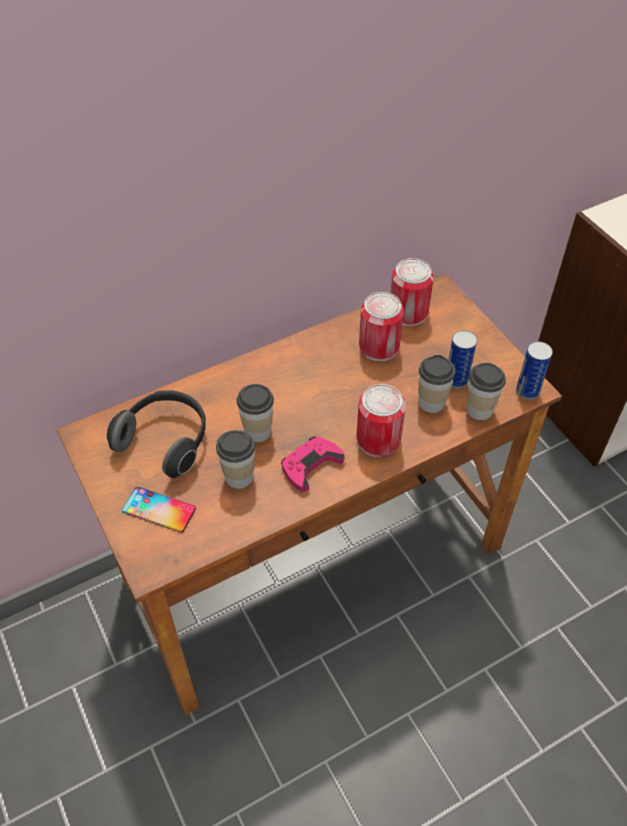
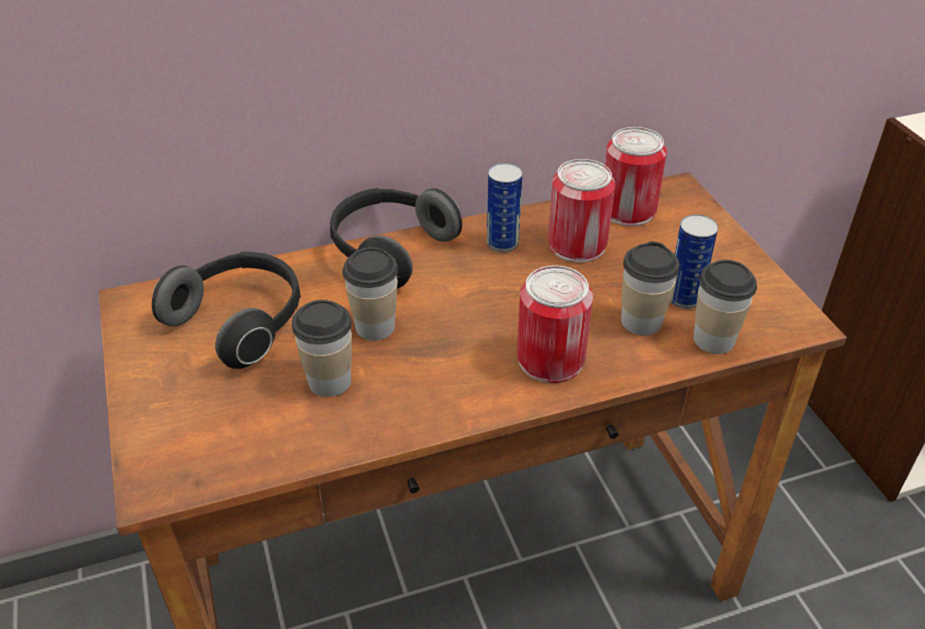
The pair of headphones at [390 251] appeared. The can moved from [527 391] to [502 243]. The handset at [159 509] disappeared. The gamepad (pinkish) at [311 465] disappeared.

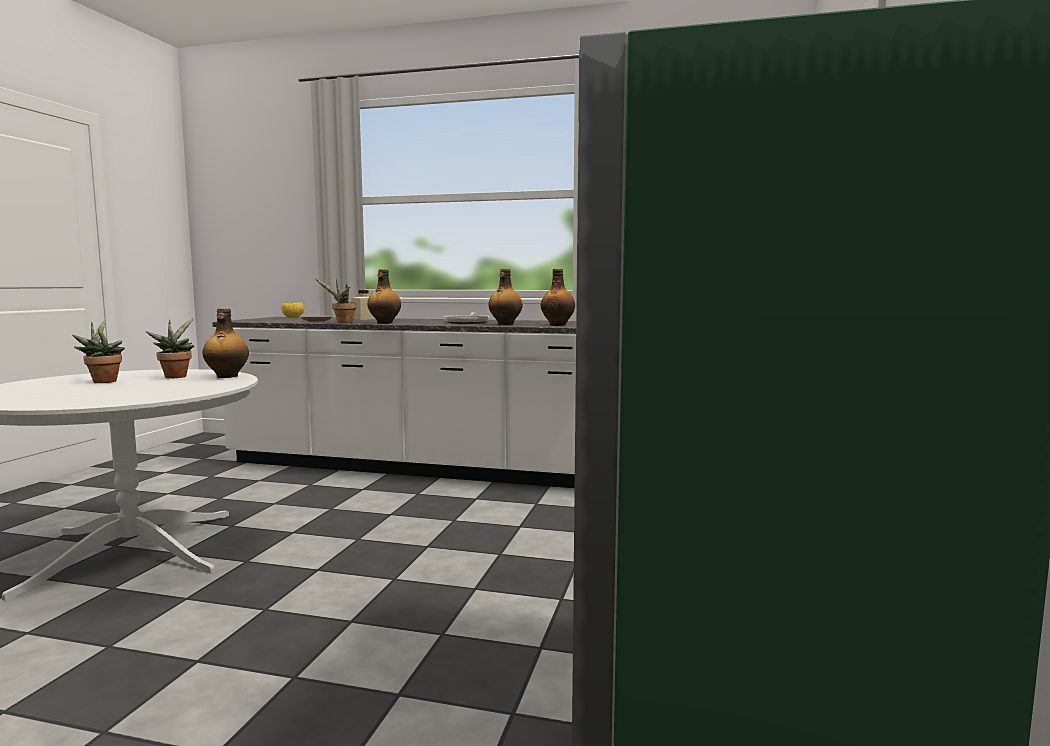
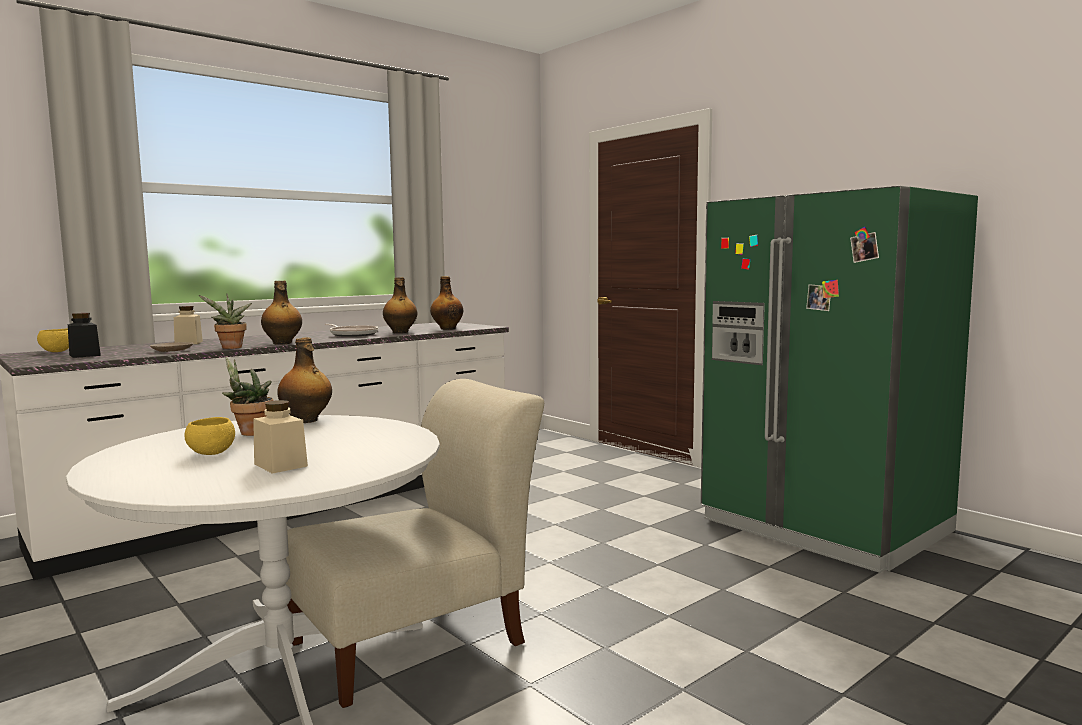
The storage jar (black-coloured) at [84 355] appeared. The potted plant at [103 381] was replaced by the bowl (yellow-coloured) at [211 453]. The storage jar (sand-coloured) at [280 465] appeared. The plain chair (sand-coloured) at [417 640] appeared.

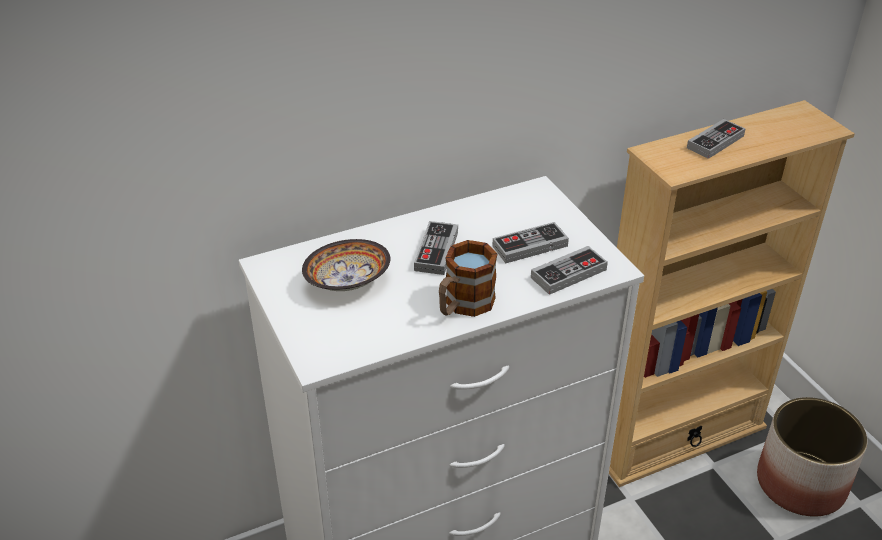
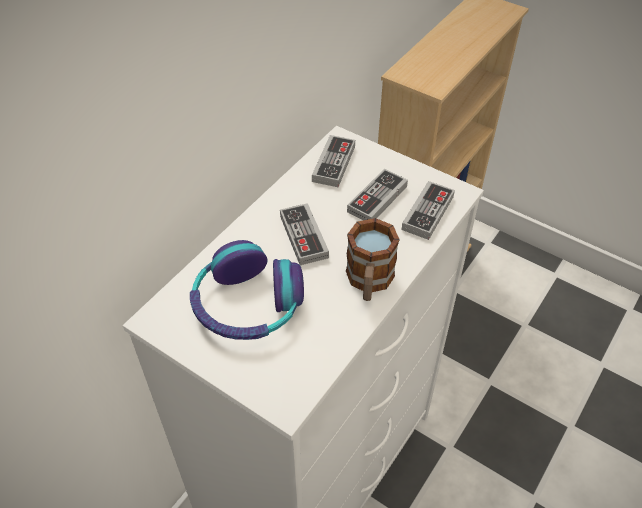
The bowl at [345 282] was replaced by the pair of headphones at [247 304]. The gamepad moved from [715 142] to [333 164]. The flower pot at [799 483] disappeared.

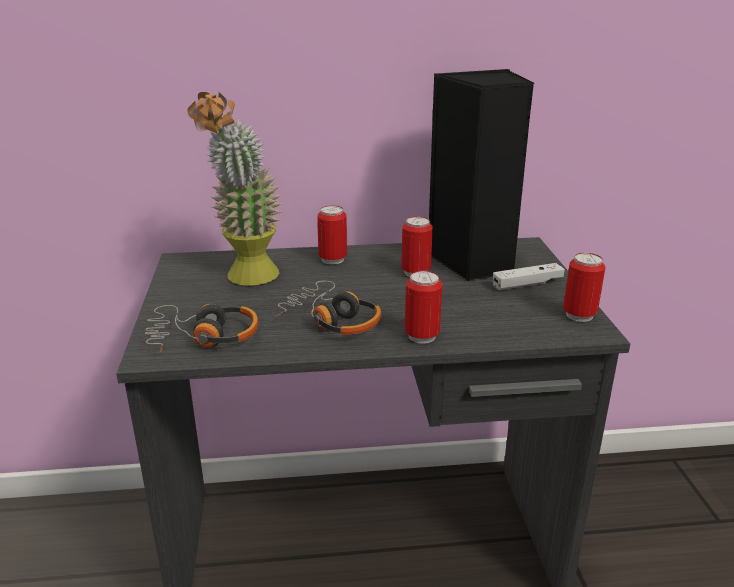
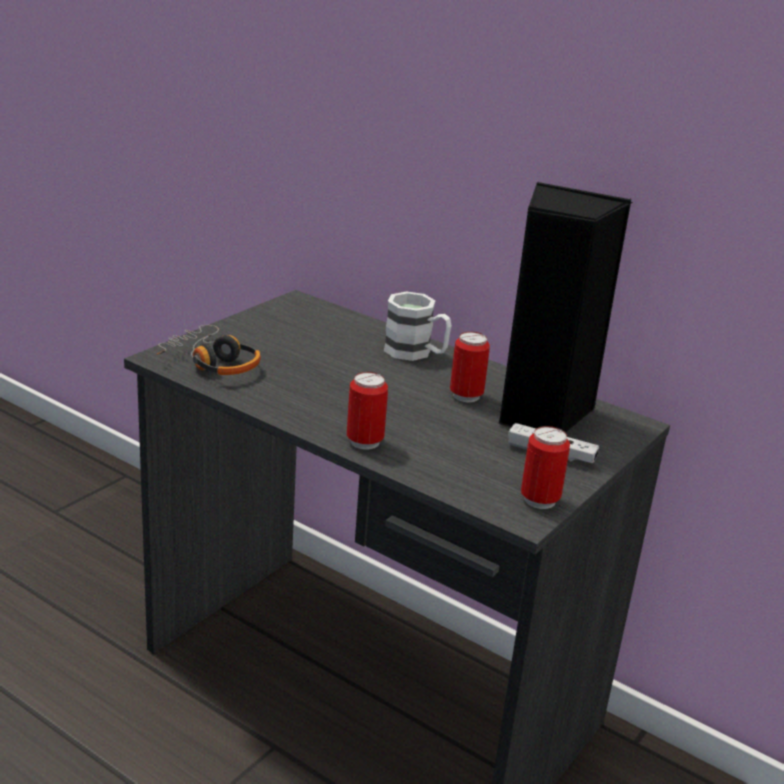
The can at [332 260] was replaced by the tea mug (white) at [416 353]. The potted plant at [247 280] disappeared. The pair of headphones at [331 320] disappeared.

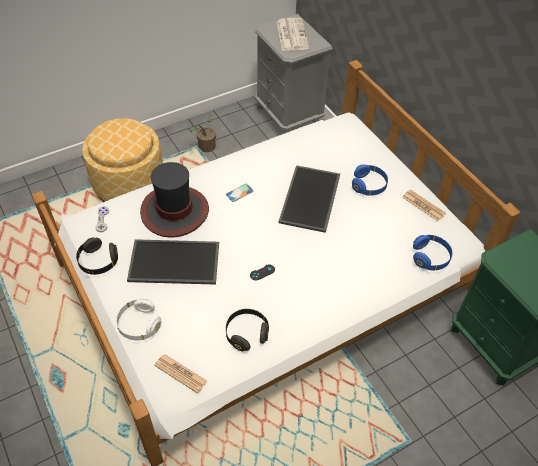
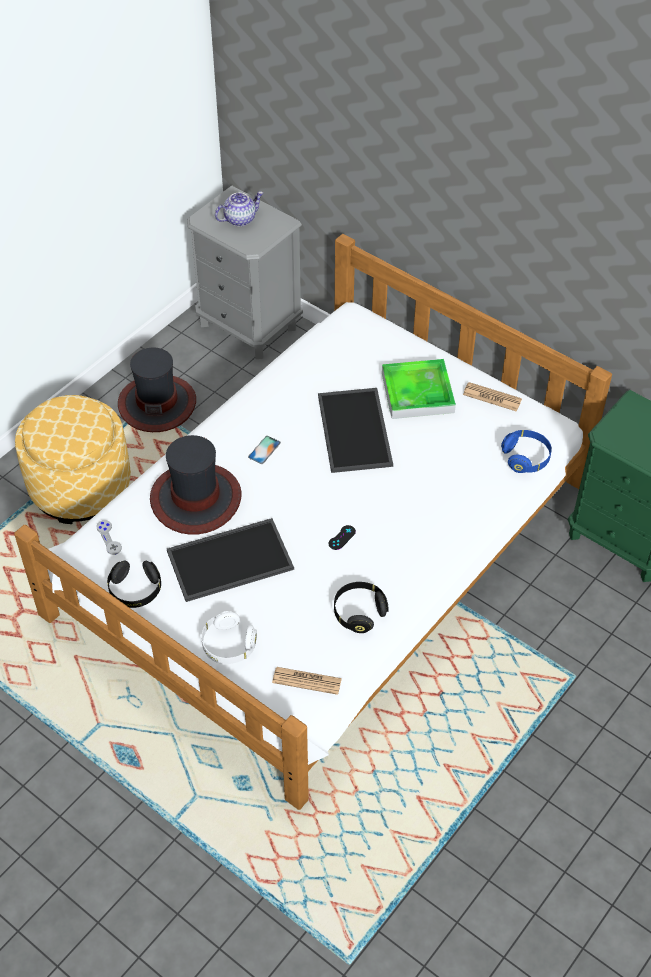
The potted plant at [205 147] was replaced by the hat at [157 403]. The daily paper at [291 34] was replaced by the pot for tea at [240 219]. The pair of headphones (blue) at [368 186] was replaced by the serving tray at [417 392].

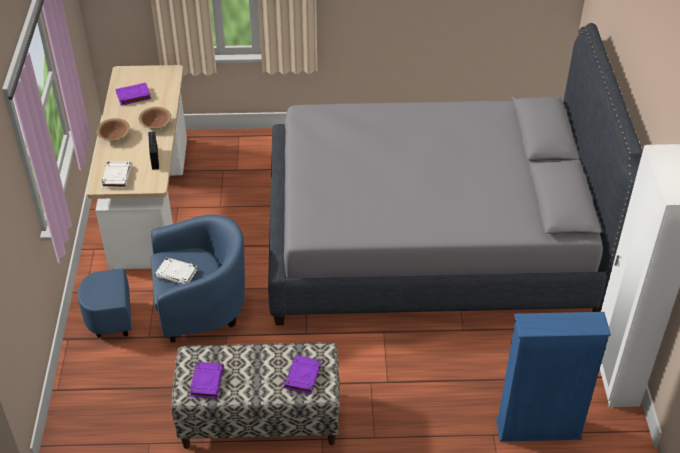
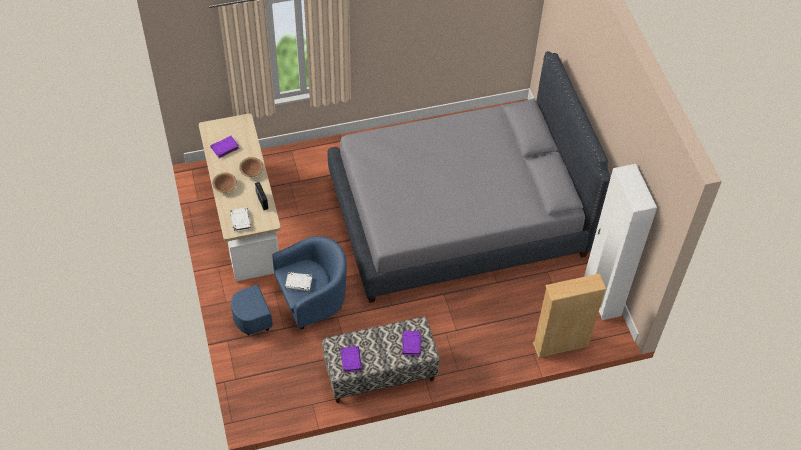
The shelving unit (blue) at [538 429] became the shelving unit (sand-coloured) at [561 344].

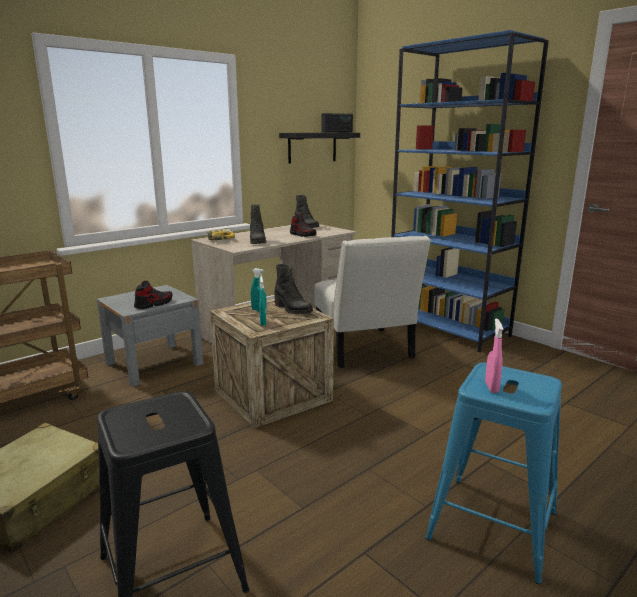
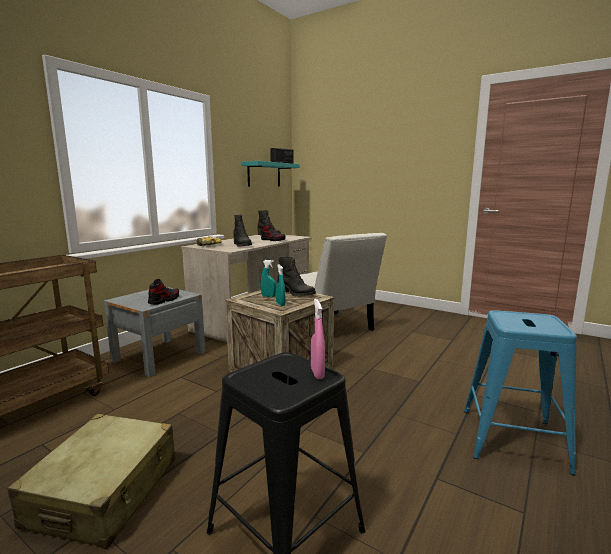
The shelf (black-coloured) at [312 147] became the shelf (turquoise) at [264 174]. The sprayer (pinkish) moved from [491 387] to [317 373]. The shelving unit (blue) at [448 328] disappeared.

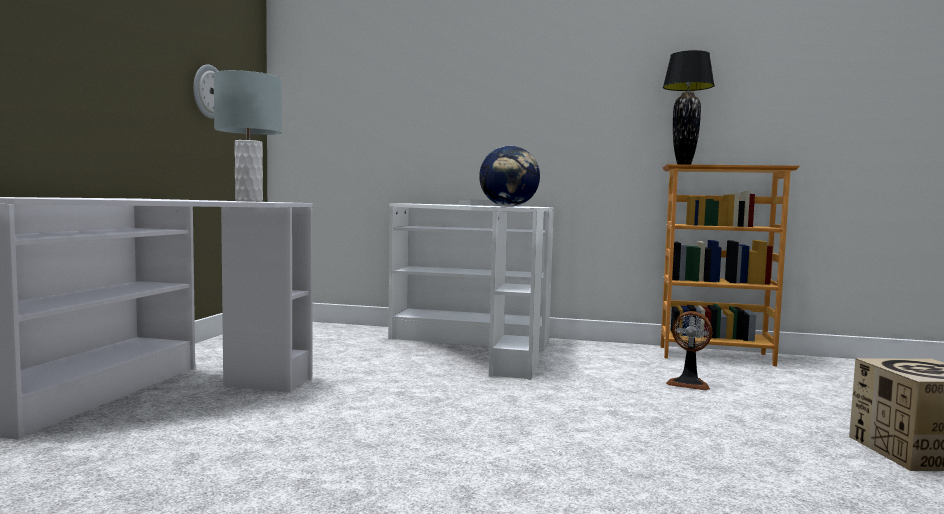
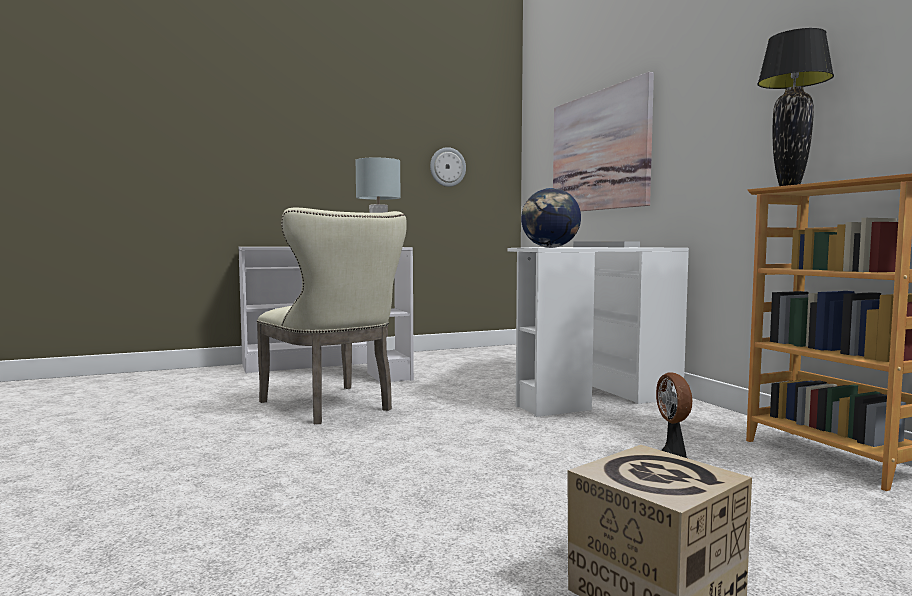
The plain chair (sand-coloured) at [333 406] appeared. The picture at [599 151] appeared.

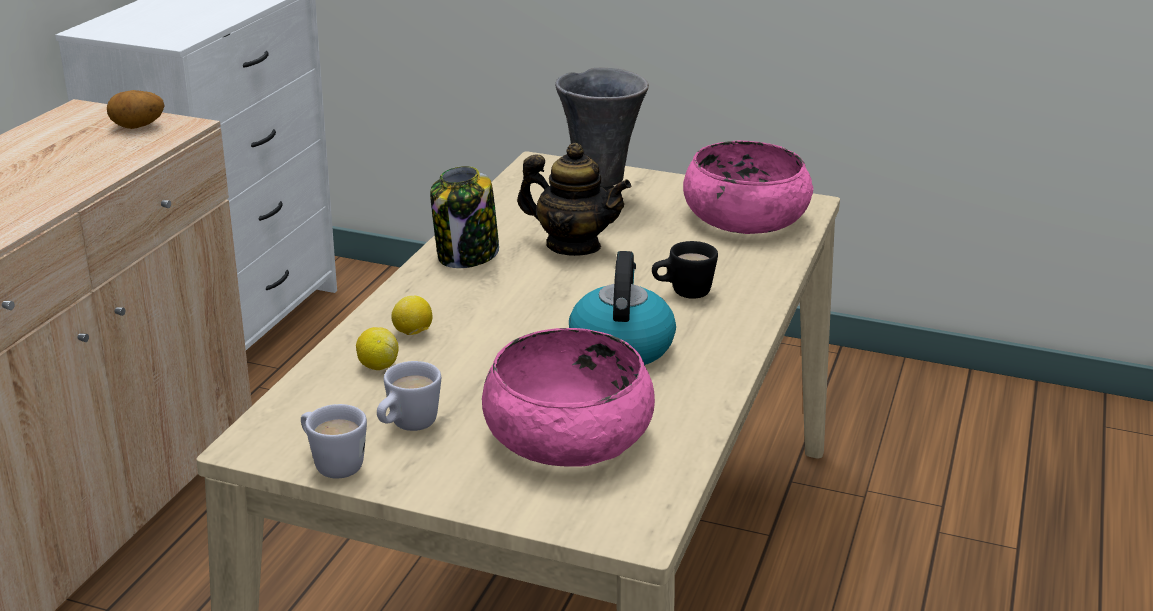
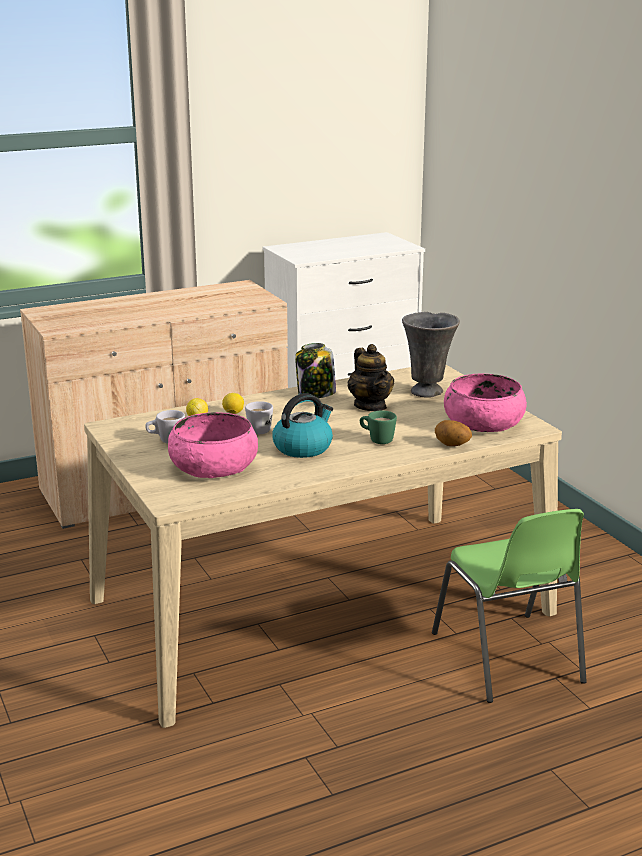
The tea mug (white) moved from [332 463] to [259 429]. The tea mug (black-coloured) at [682 293] became the tea mug (green-coloured) at [377 440]. The plain chair (green-coloured) at [508 659] appeared. The potato moved from [137 127] to [452 445].

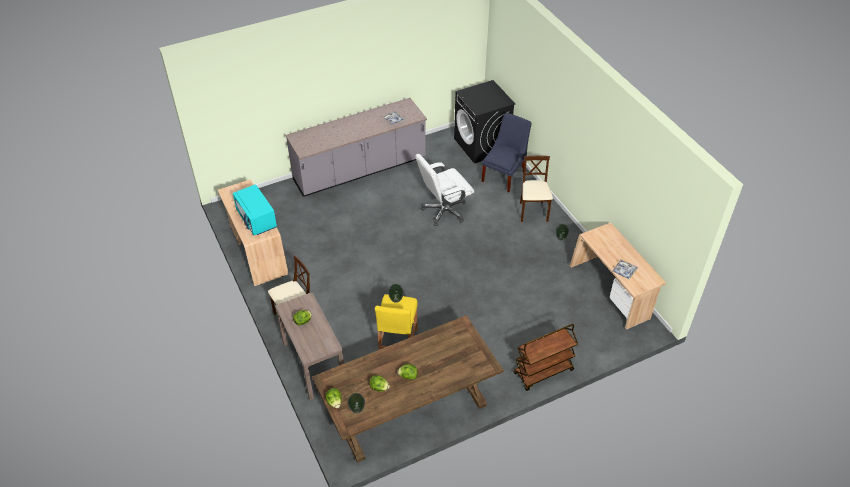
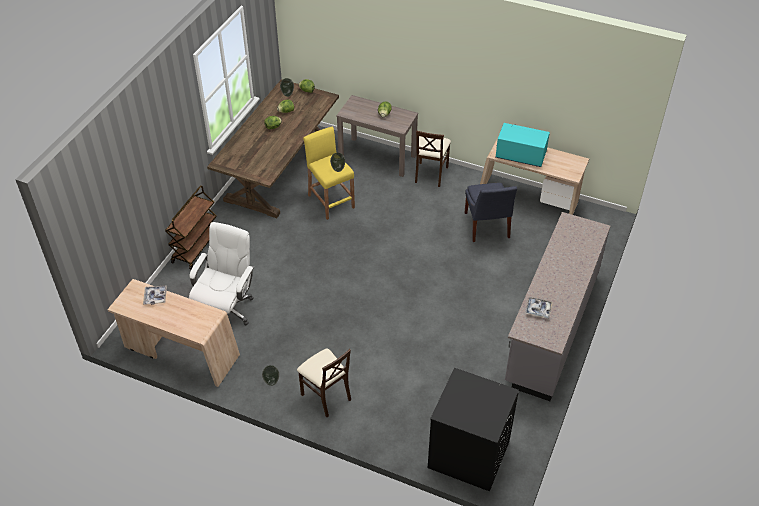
The computer chair (white) moved from [444 211] to [227 310]. The plain chair (blue) moved from [504 175] to [486 227].

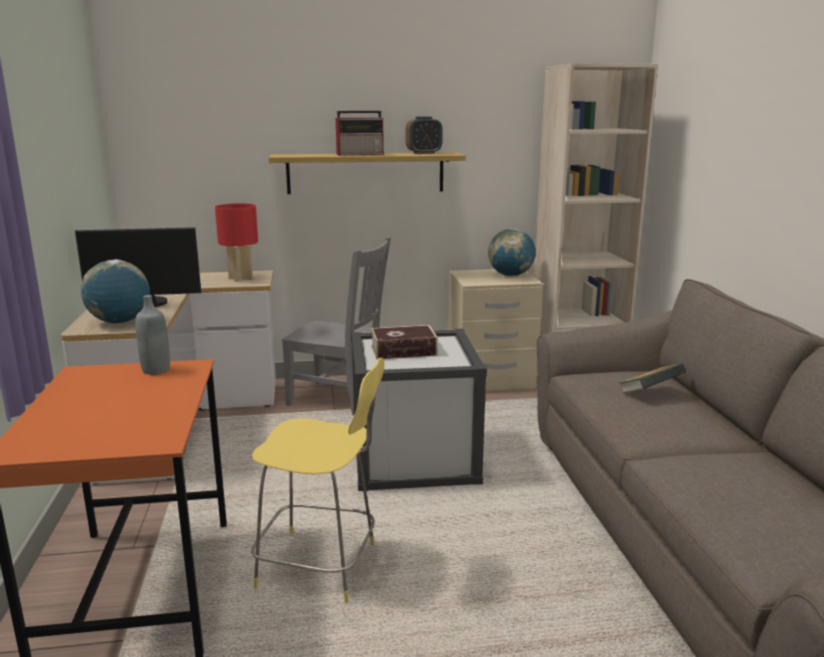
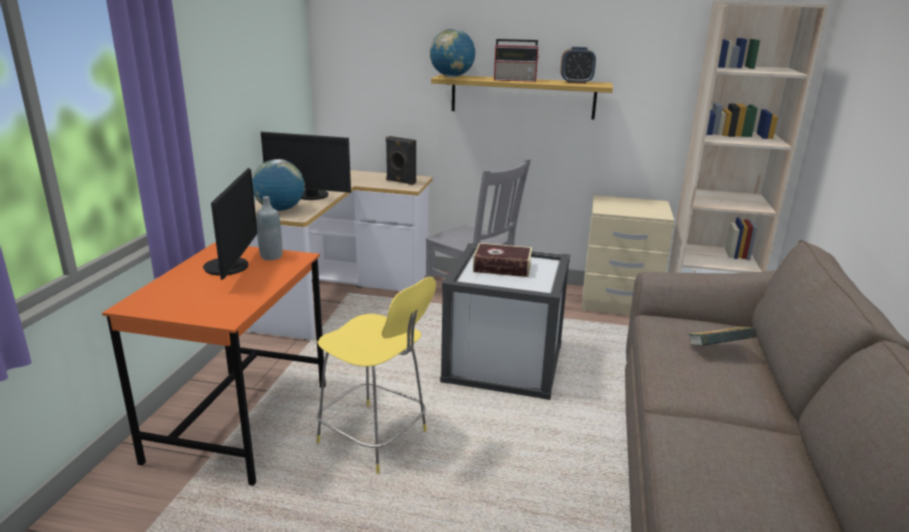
The computer display at [231 267] appeared. The table lamp (reddish) at [241 278] was replaced by the loudspeaker (black-coloured) at [400 182]. The world globe moved from [510 275] to [452 77].

